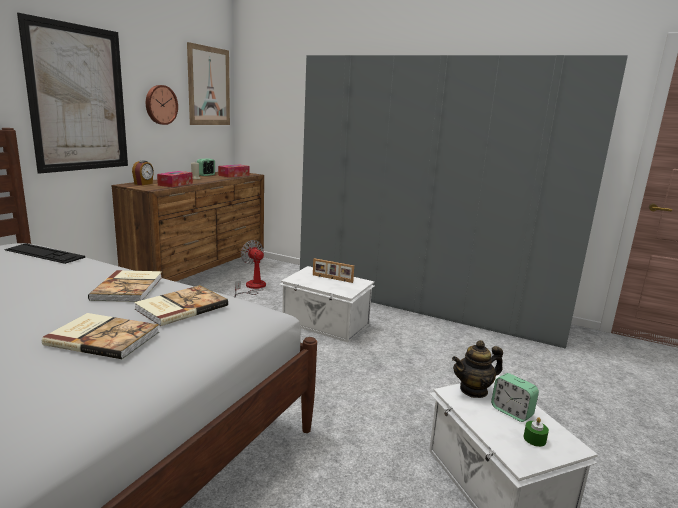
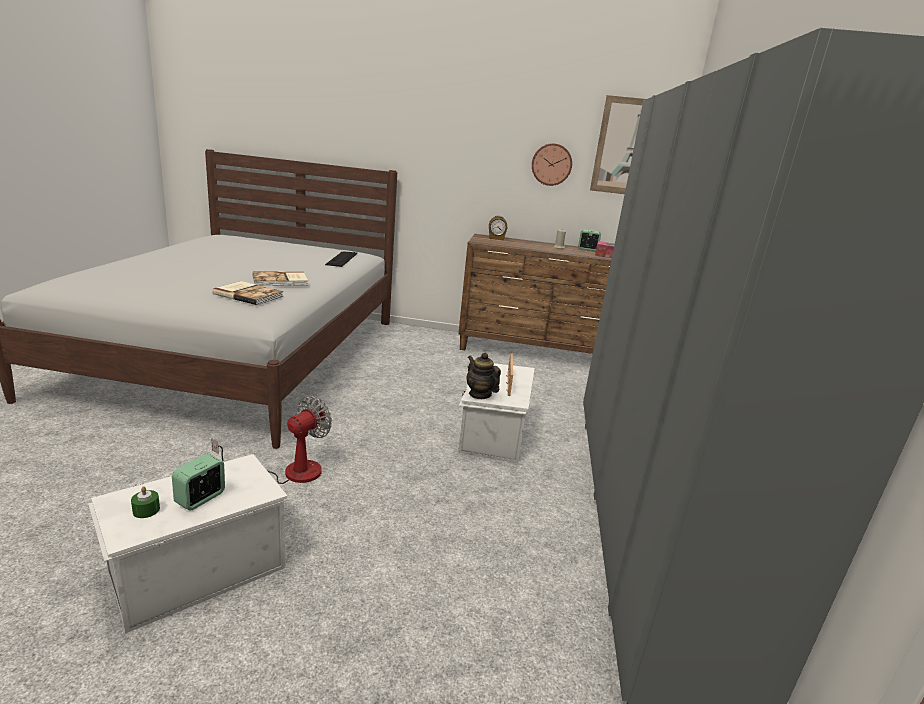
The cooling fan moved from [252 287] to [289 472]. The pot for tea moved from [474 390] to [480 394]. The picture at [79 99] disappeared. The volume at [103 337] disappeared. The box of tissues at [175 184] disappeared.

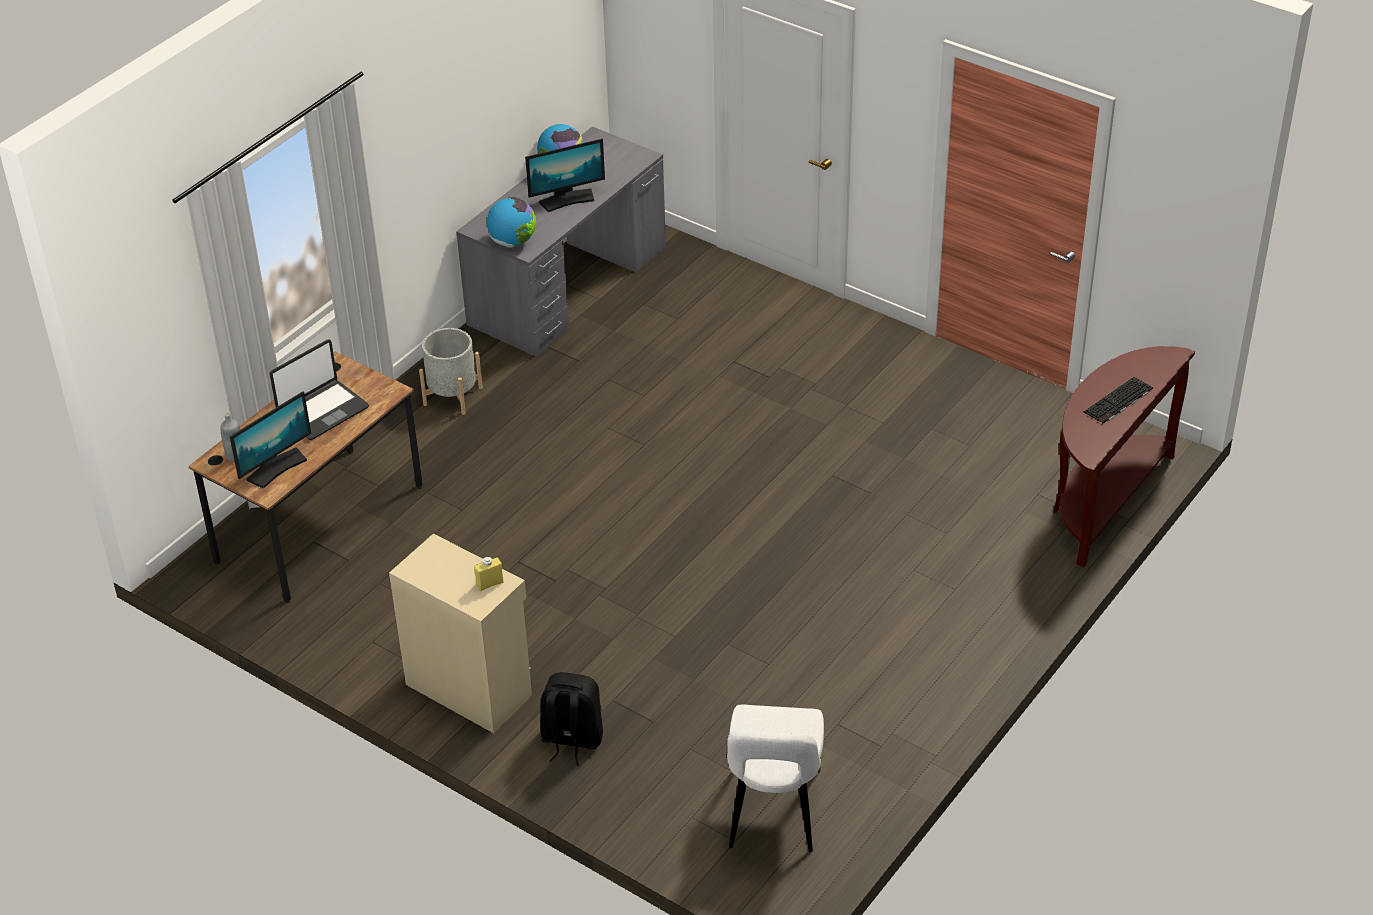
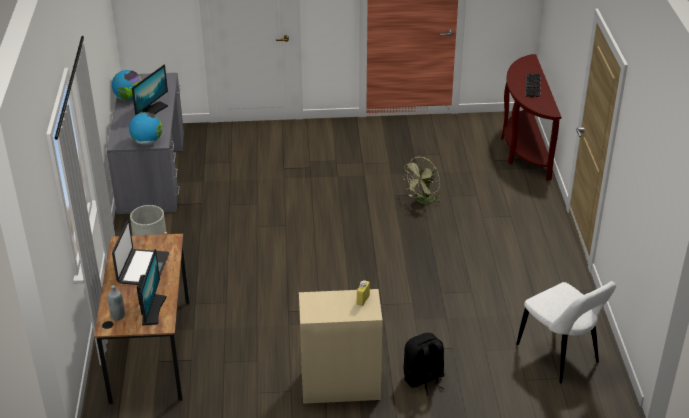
The cooling fan (green-coloured) at [423 201] appeared.

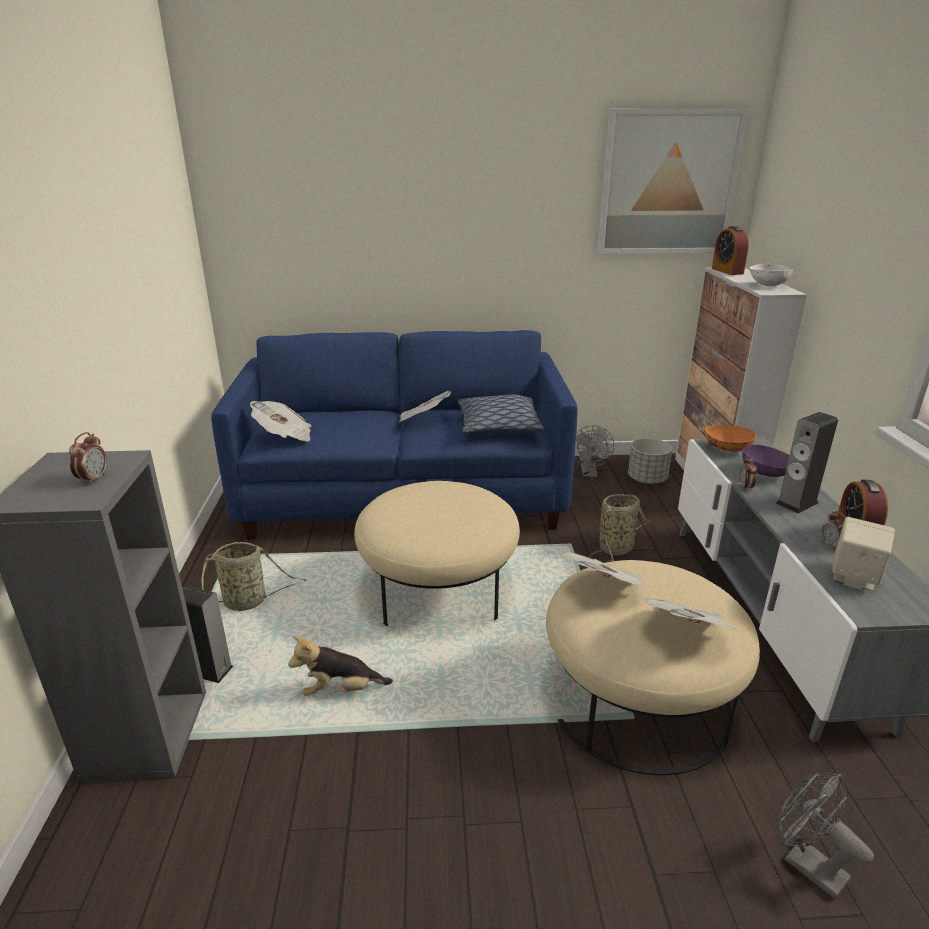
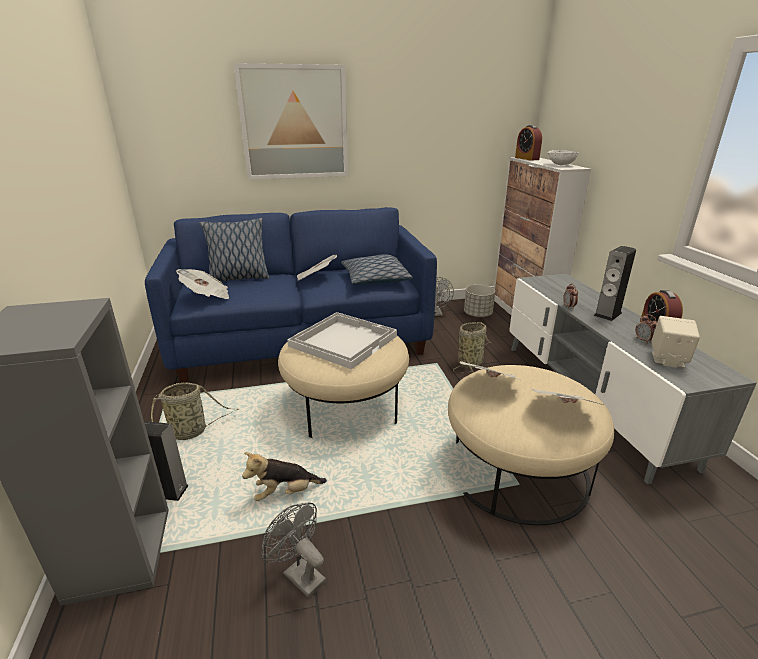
The pillow at [238 278] appeared. The picture moved from [668 183] to [294 123]. The cooling fan (greyish) moved from [806 864] to [299 574]. The serving tray (white) at [343 340] appeared. The bedside clock at [93 479] disappeared. The bowl (orange) at [726 449] disappeared. The bowl (purple-coloured) at [765 473] disappeared.

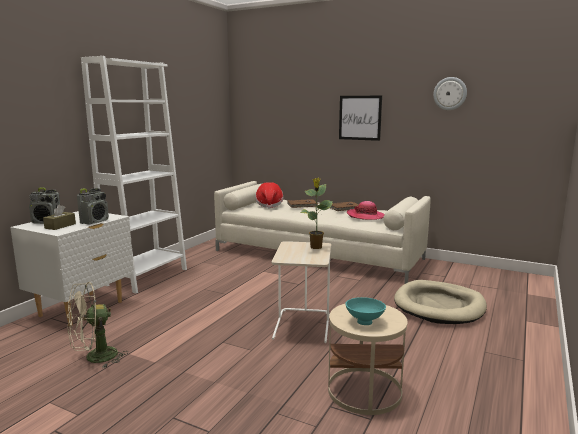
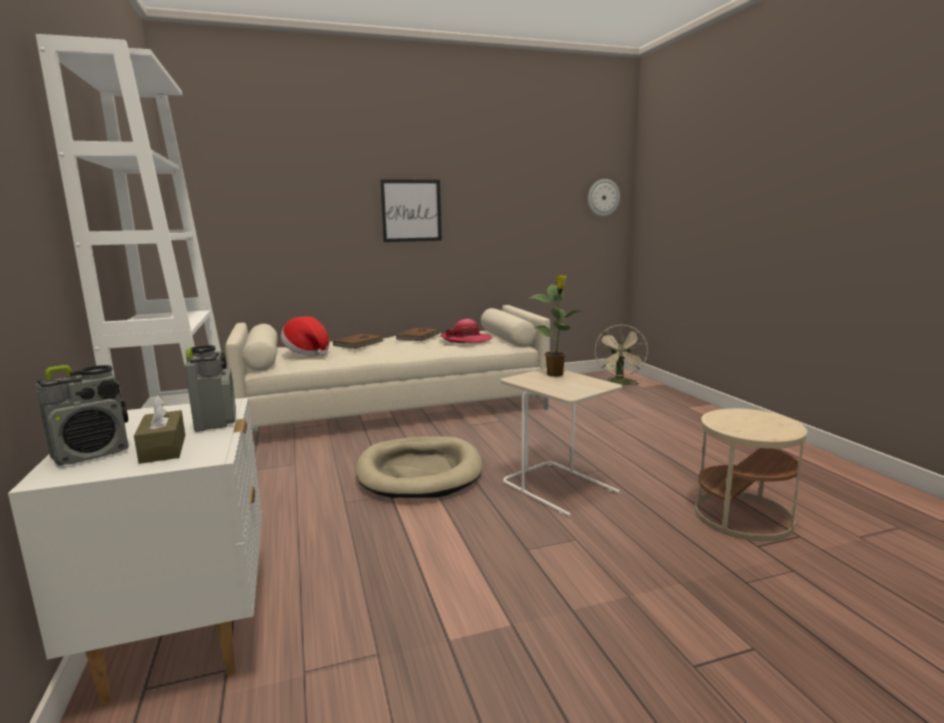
The dog bed (sand-coloured) moved from [439 306] to [419 472]. The clock on the wall moved from [450 93] to [603 198]. The cooling fan (sand-coloured) moved from [94 358] to [620 384]. The bowl (turquoise) at [363 321] disappeared.

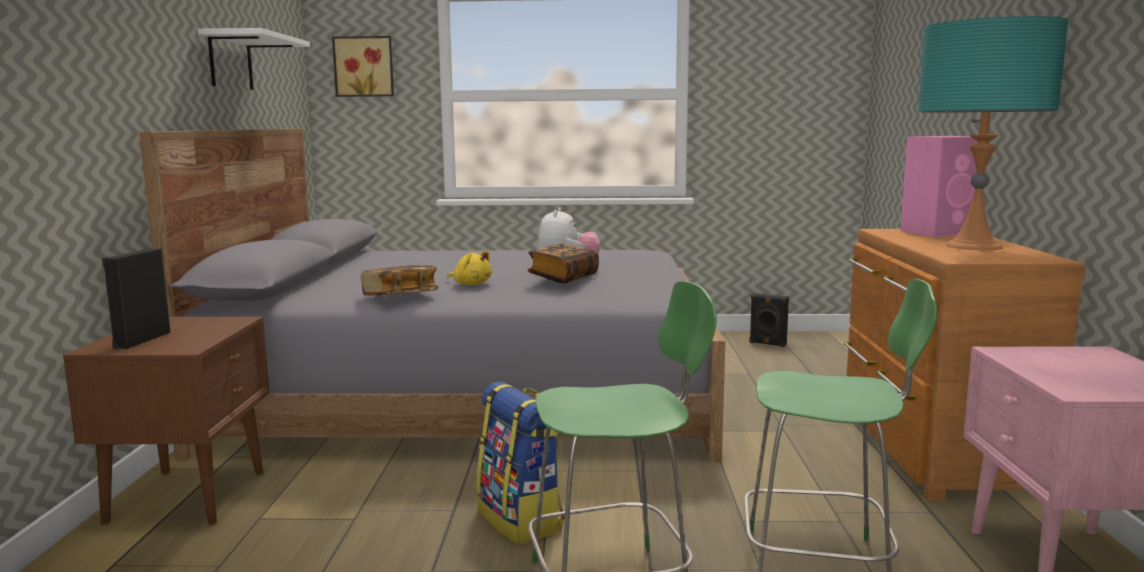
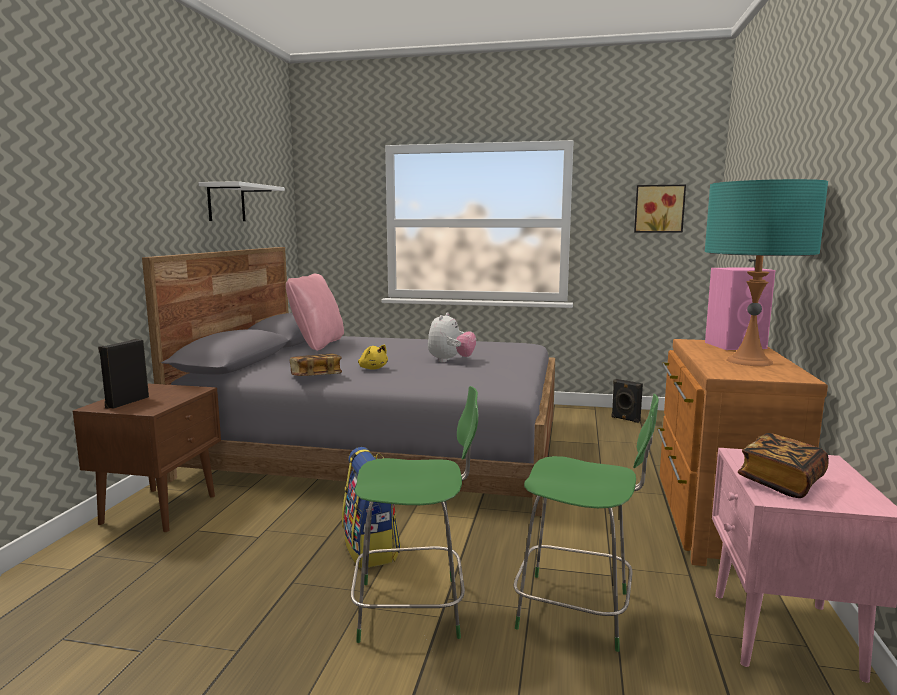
The pillow (pinkish) at [317 344] appeared. The picture moved from [364 66] to [659 208]. The volume moved from [563 277] to [781 482].

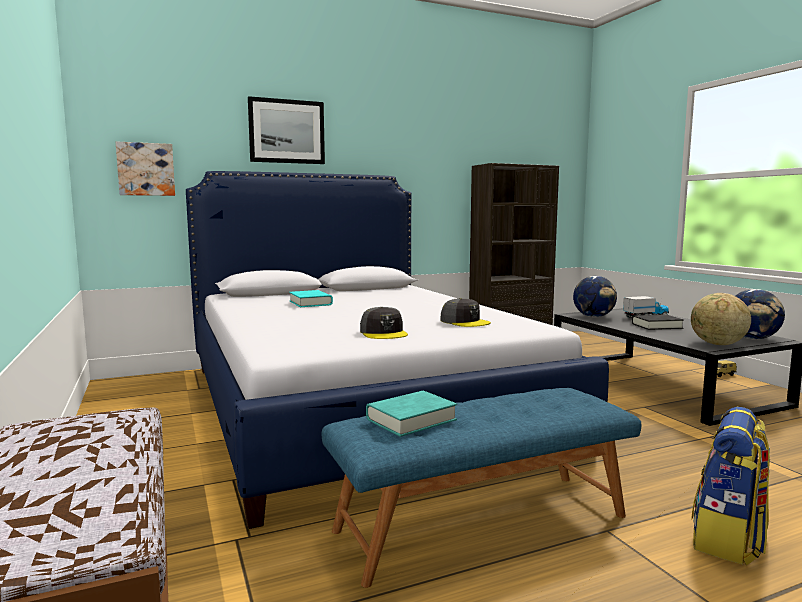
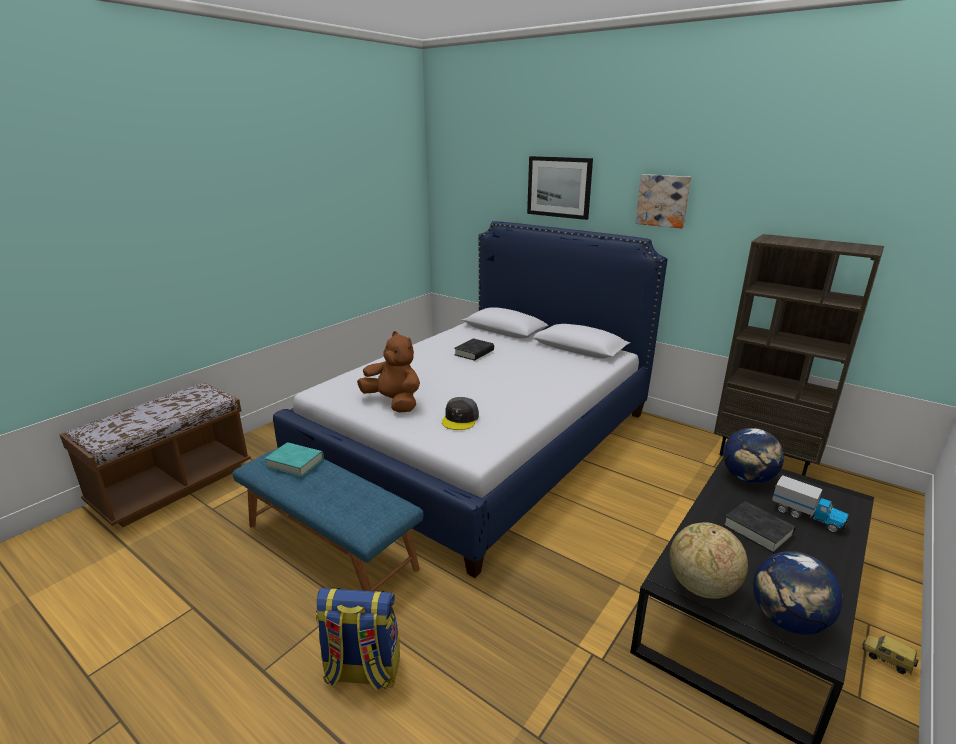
The peaked cap (greyish) at [384 333] was replaced by the soft toy (brown) at [394 402]. The volume (turquoise) at [310 303] became the volume (black-coloured) at [474 353]. The picture moved from [146 169] to [663 200].

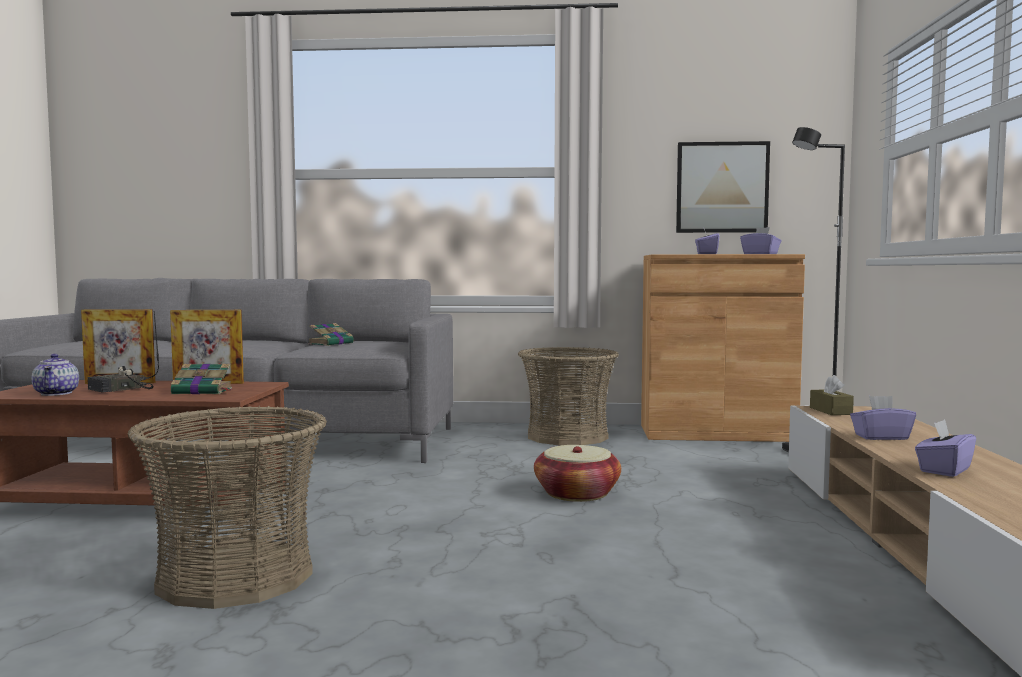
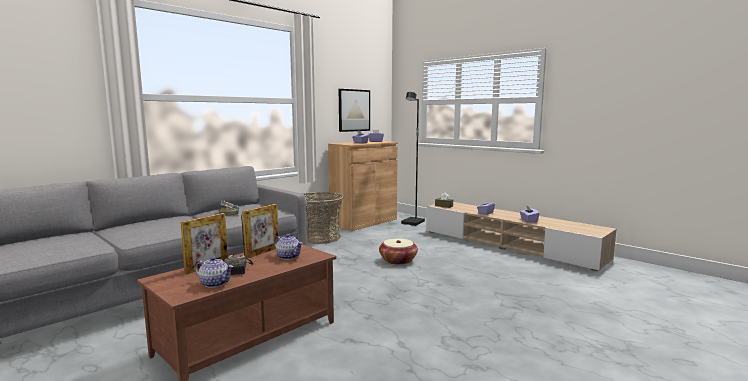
The volume at [203 391] was replaced by the pot for tea at [288 257]. The basket at [235 576] disappeared.

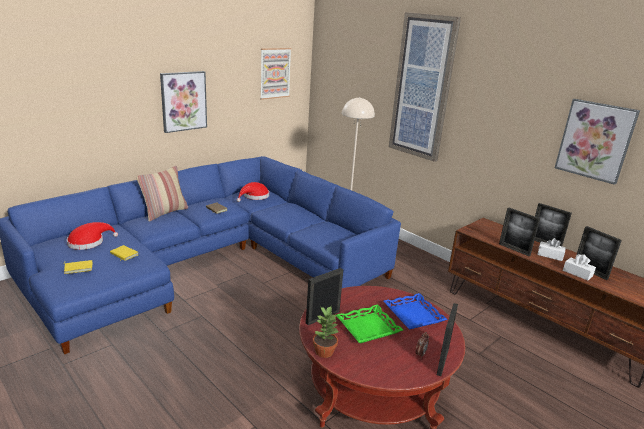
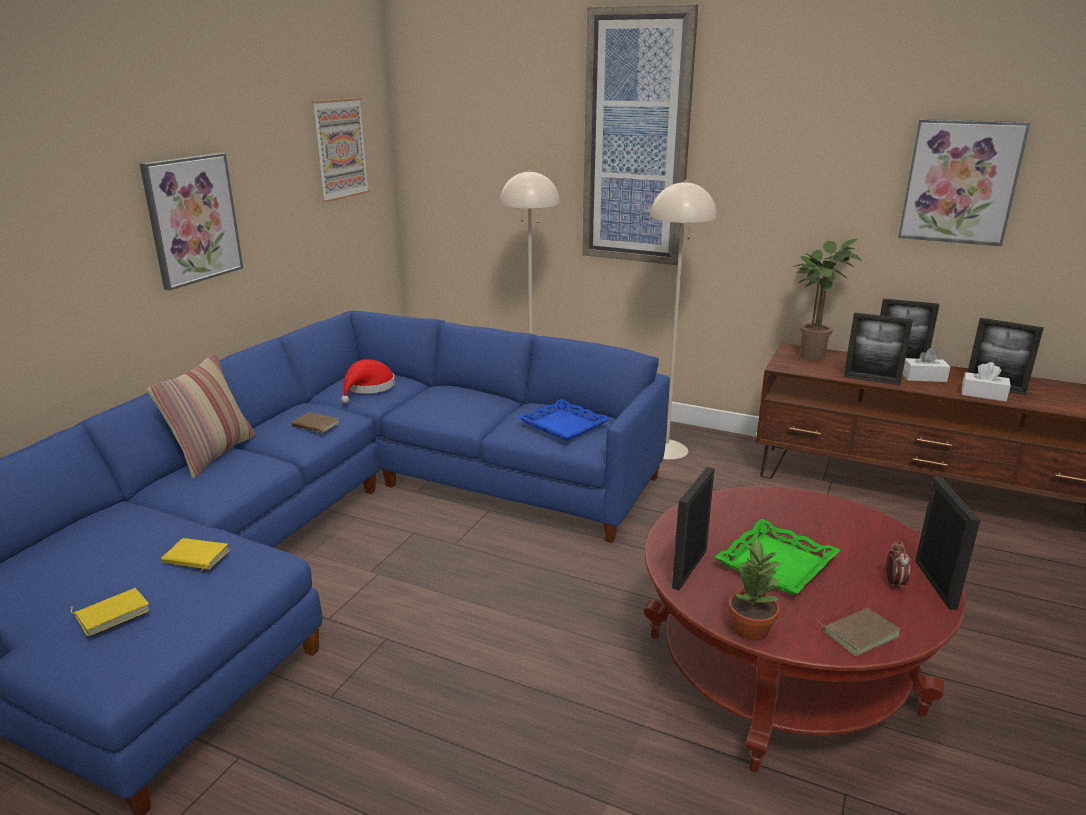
The serving tray (blue) moved from [413 315] to [563 425]. The standard lamp (sand-coloured) at [667 449] appeared. The potted plant at [811 354] appeared. The volume (brown) at [859 633] appeared. The hat (reddish) at [89 242] disappeared.

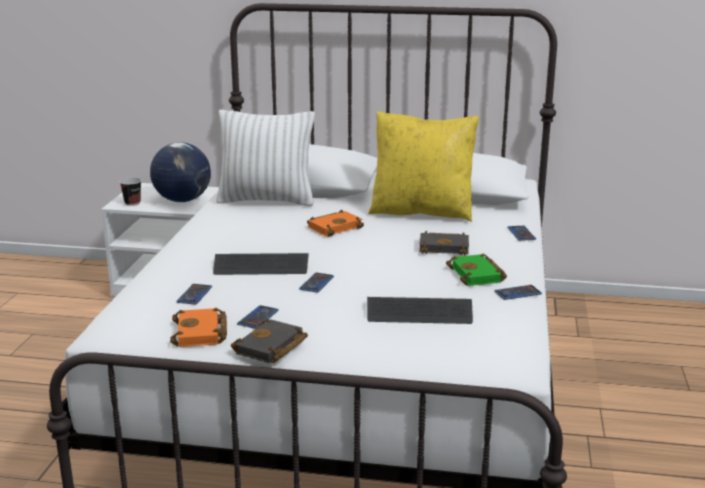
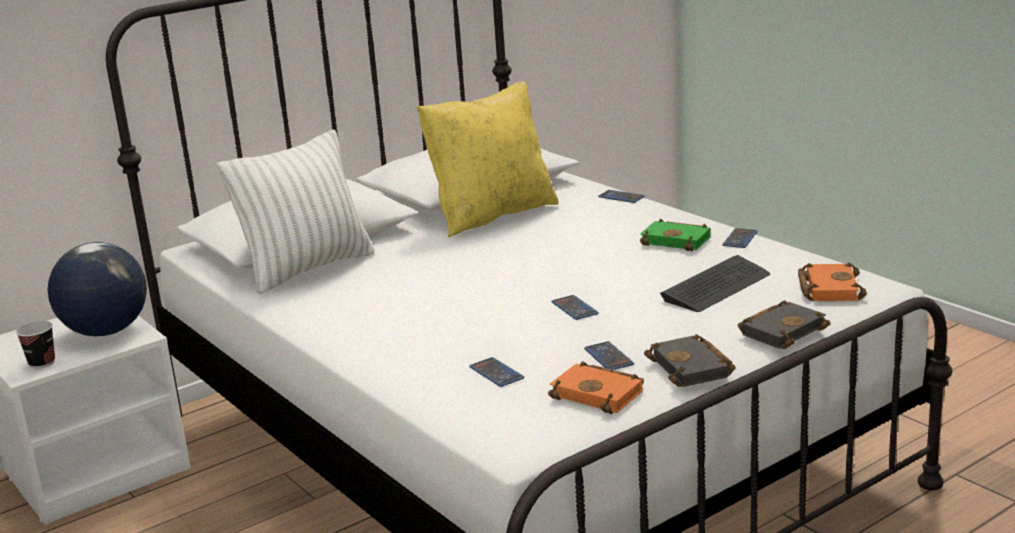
The volume (black-coloured) moved from [445 247] to [782 330]. The volume (orange) moved from [335 227] to [828 288]. The keyboard at [261 266] disappeared.

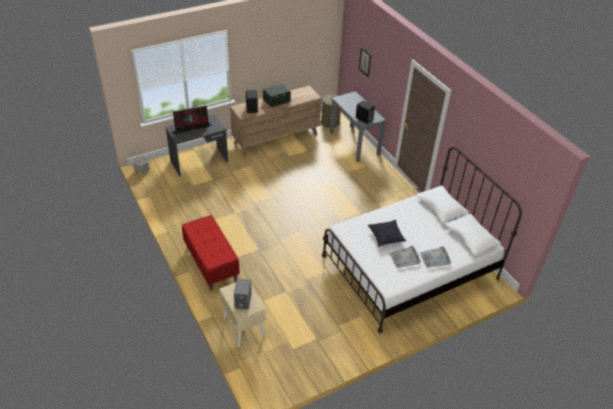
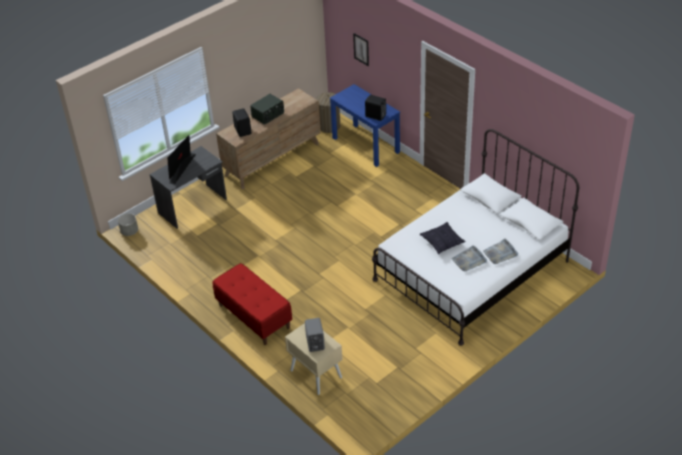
The computer display at [192 128] turned 150 degrees clockwise. The hall table (greyish) at [354 143] became the hall table (blue) at [366 145].

